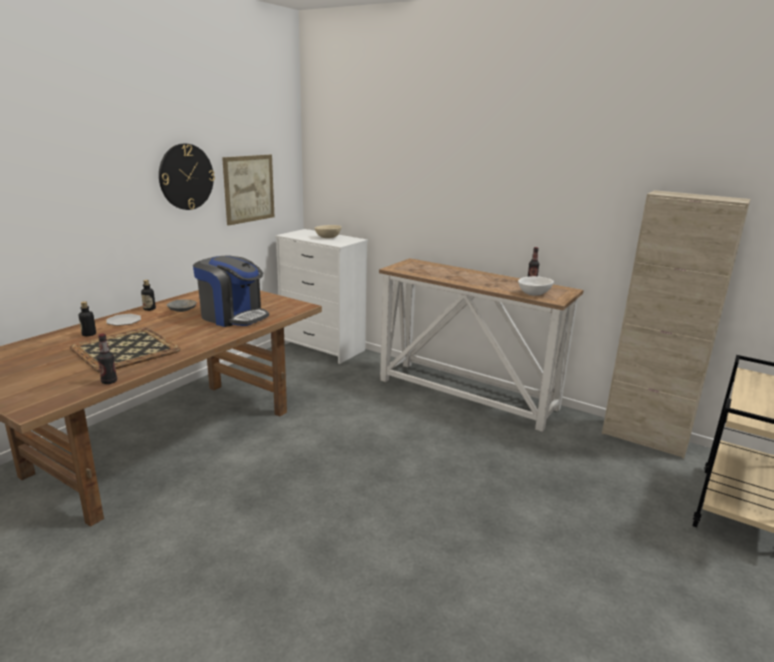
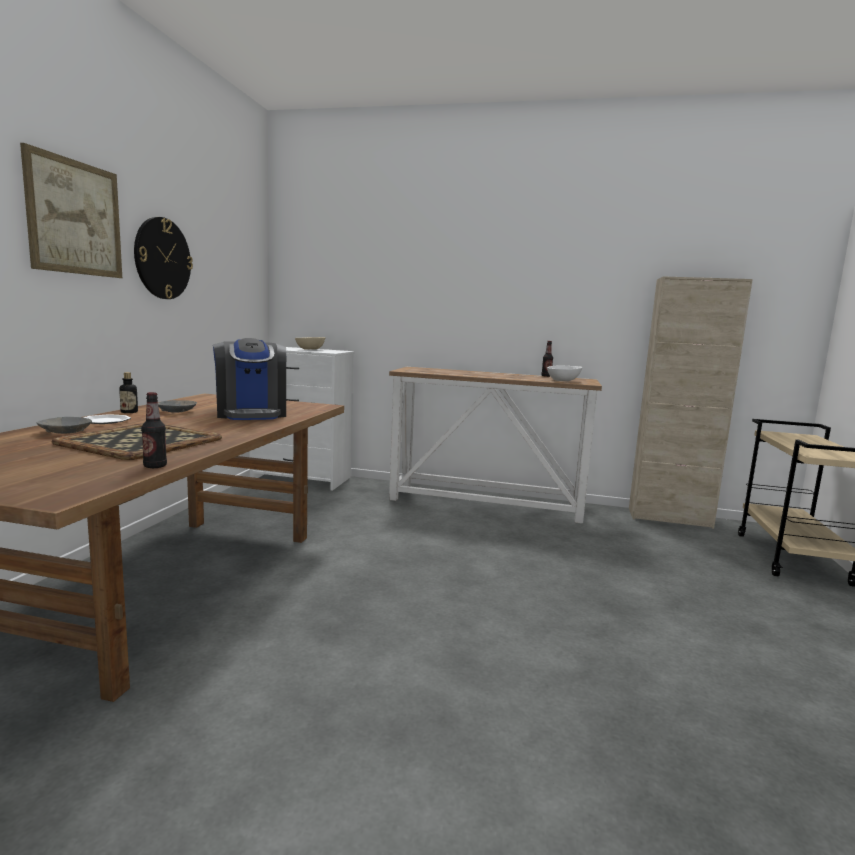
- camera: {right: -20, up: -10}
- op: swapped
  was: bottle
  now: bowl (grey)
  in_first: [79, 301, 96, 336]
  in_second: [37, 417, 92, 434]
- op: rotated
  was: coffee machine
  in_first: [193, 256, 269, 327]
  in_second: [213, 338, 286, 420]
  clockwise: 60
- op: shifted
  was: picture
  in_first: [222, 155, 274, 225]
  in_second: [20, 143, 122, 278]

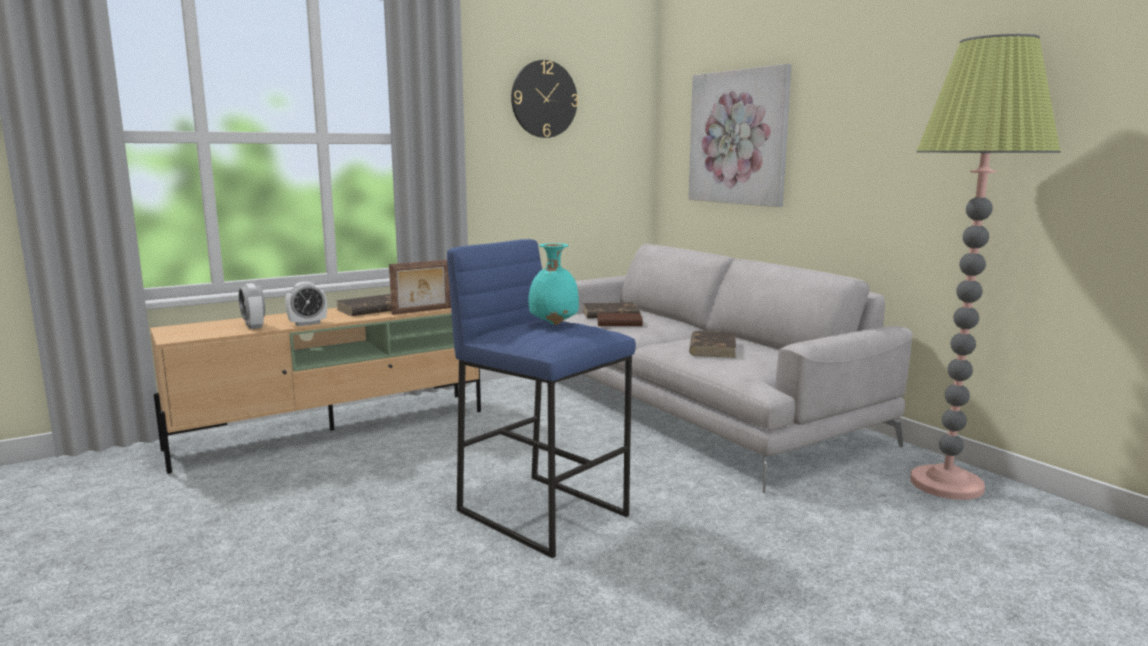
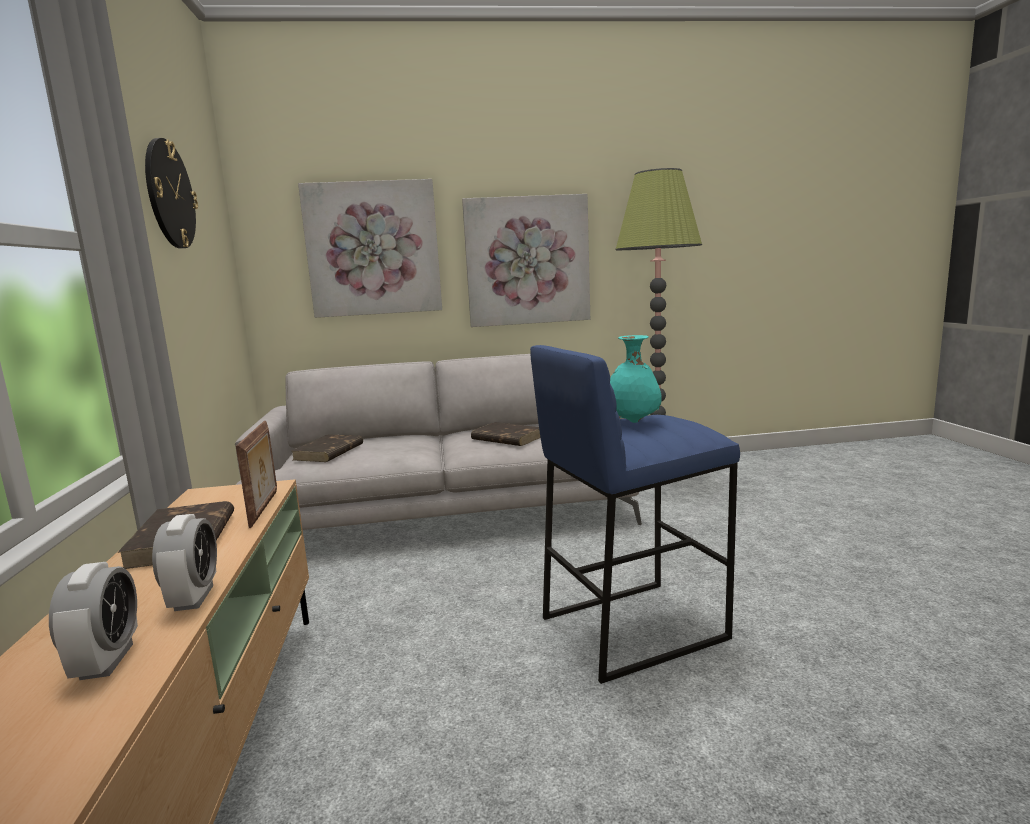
- camera: {right: -65, up: 0}
- op: rotated
  was: alarm clock
  in_first: [239, 283, 265, 329]
  in_second: [49, 562, 138, 680]
  clockwise: -90
- op: gone
  was: book (brown)
  in_first: [597, 313, 643, 326]
- op: new
  now: picture
  in_second: [462, 194, 590, 327]

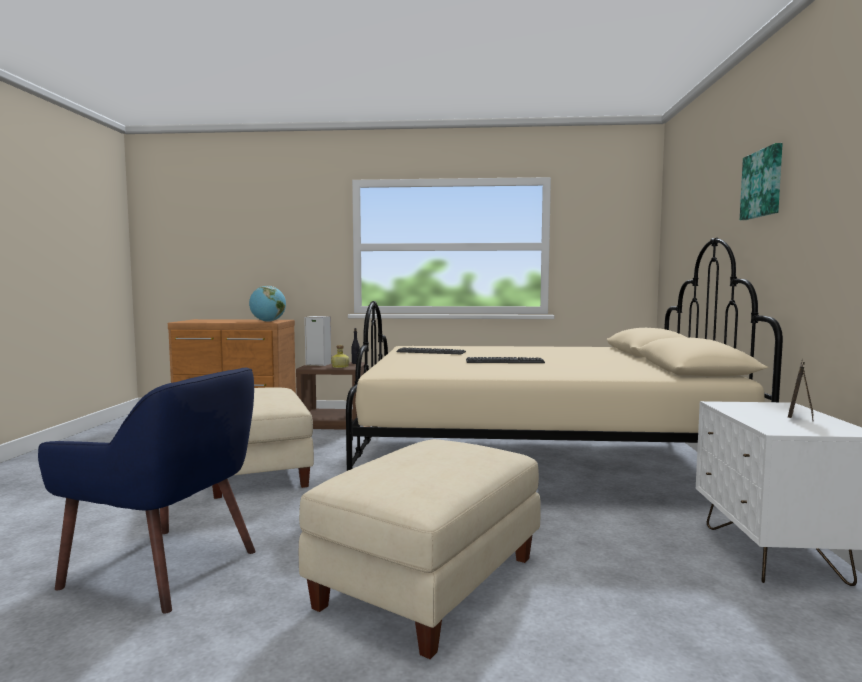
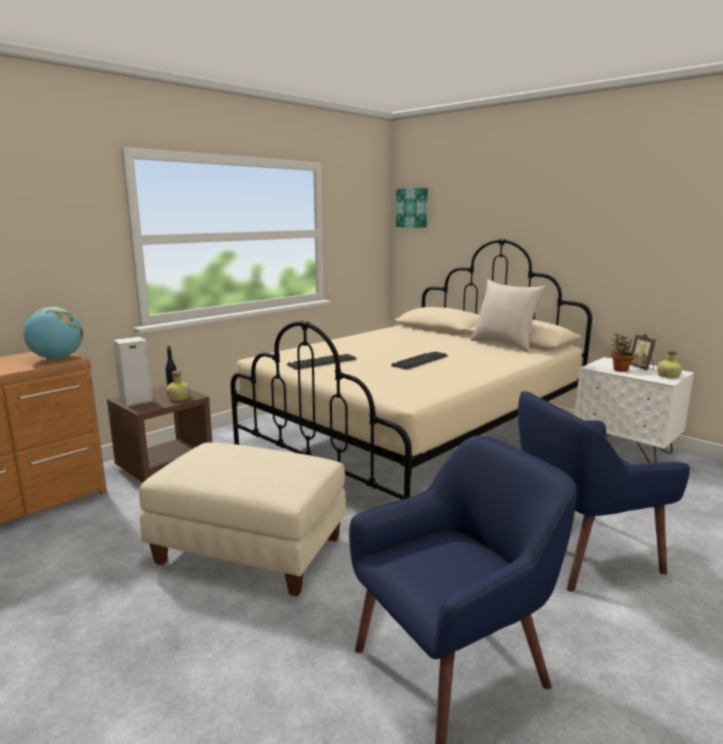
- camera: {right: -50, up: 10}
- op: swapped
  was: ottoman (beige)
  now: armchair (blue)
  in_first: [299, 439, 541, 659]
  in_second: [518, 391, 690, 592]
- op: shifted
  was: picture
  in_first: [740, 143, 783, 220]
  in_second: [396, 188, 428, 228]
- op: new
  now: pillow (beige)
  in_second: [471, 279, 546, 352]
- op: new
  now: potted plant
  in_second: [611, 333, 634, 372]
- op: new
  now: bottle
  in_second: [657, 349, 683, 378]

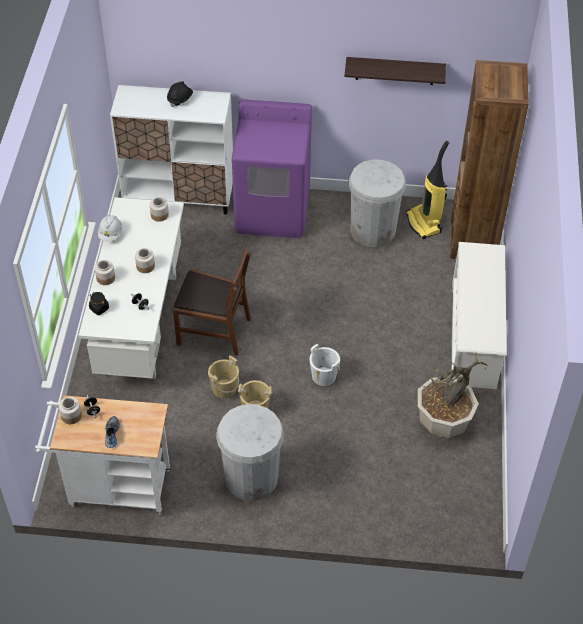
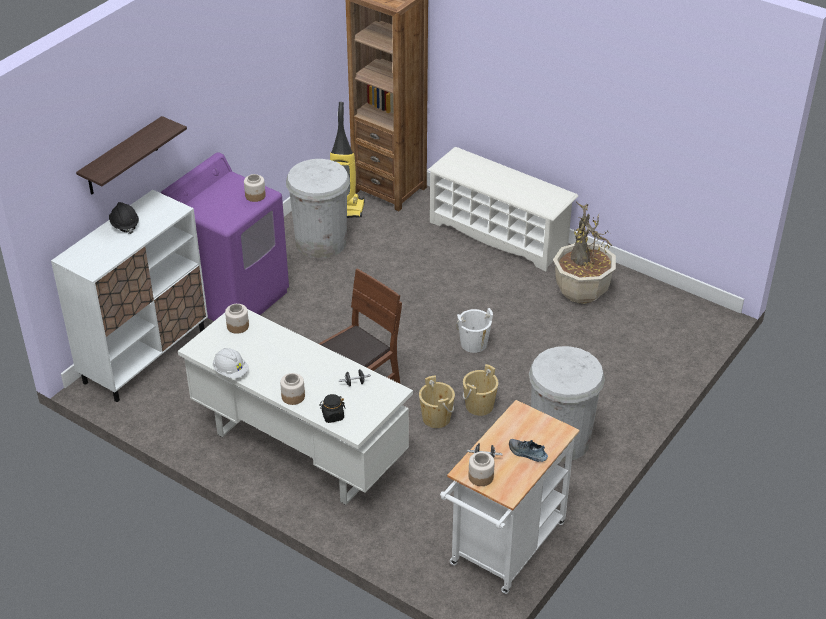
- camera: {right: -60, up: -10}
- op: shifted
  was: jar
  in_first: [135, 248, 155, 273]
  in_second: [244, 174, 266, 202]
- op: shifted
  was: shelf
  in_first: [344, 57, 446, 85]
  in_second: [76, 116, 187, 195]

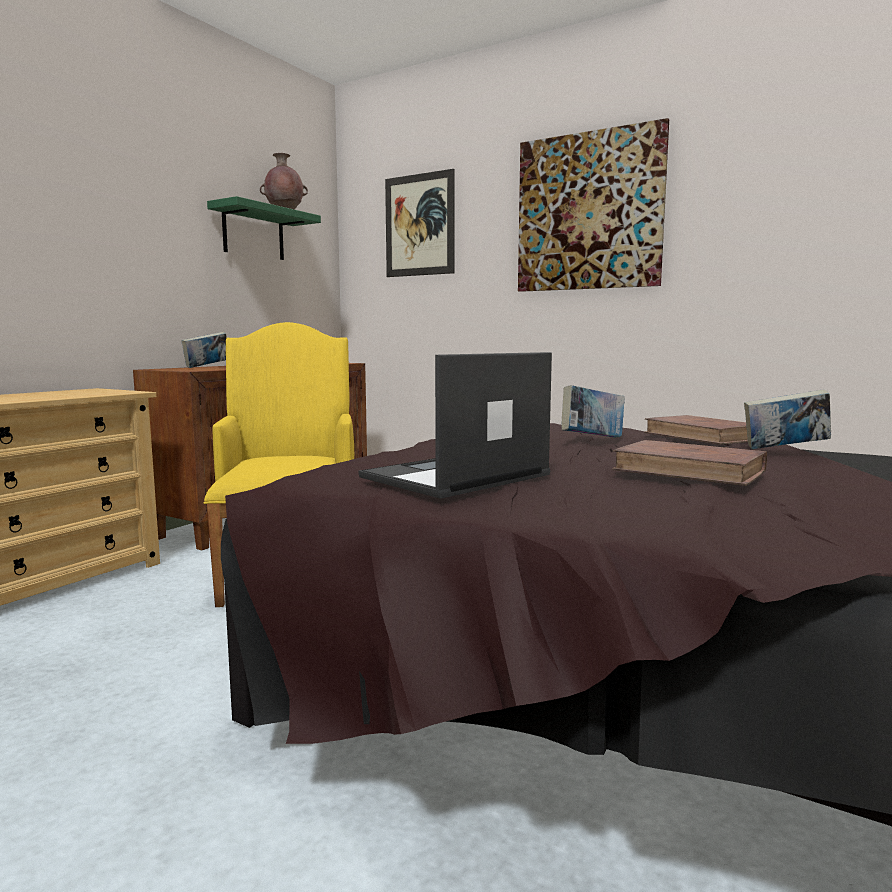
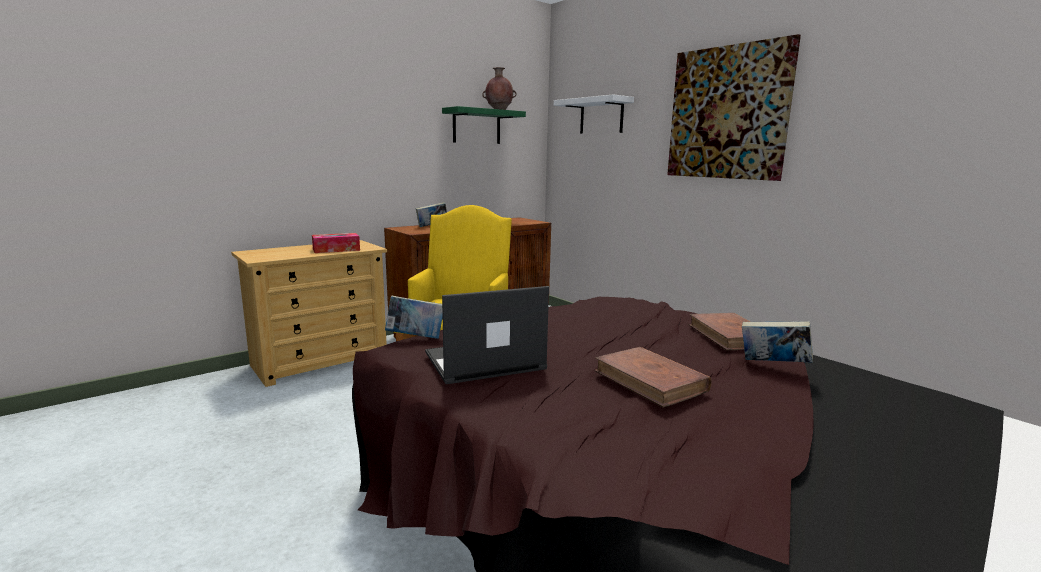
- camera: {right: 20, up: 5}
- op: swapped
  was: picture
  now: shelf (white)
  in_first: [385, 169, 455, 277]
  in_second: [554, 94, 634, 134]
- op: shifted
  was: book
  in_first: [561, 385, 625, 438]
  in_second: [385, 296, 443, 339]
- op: new
  now: tissue box
  in_second: [312, 233, 360, 253]

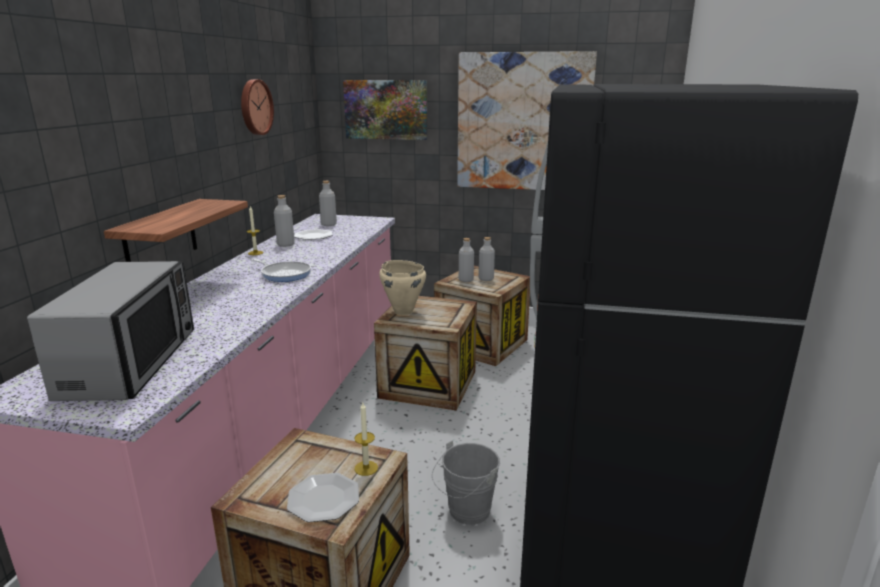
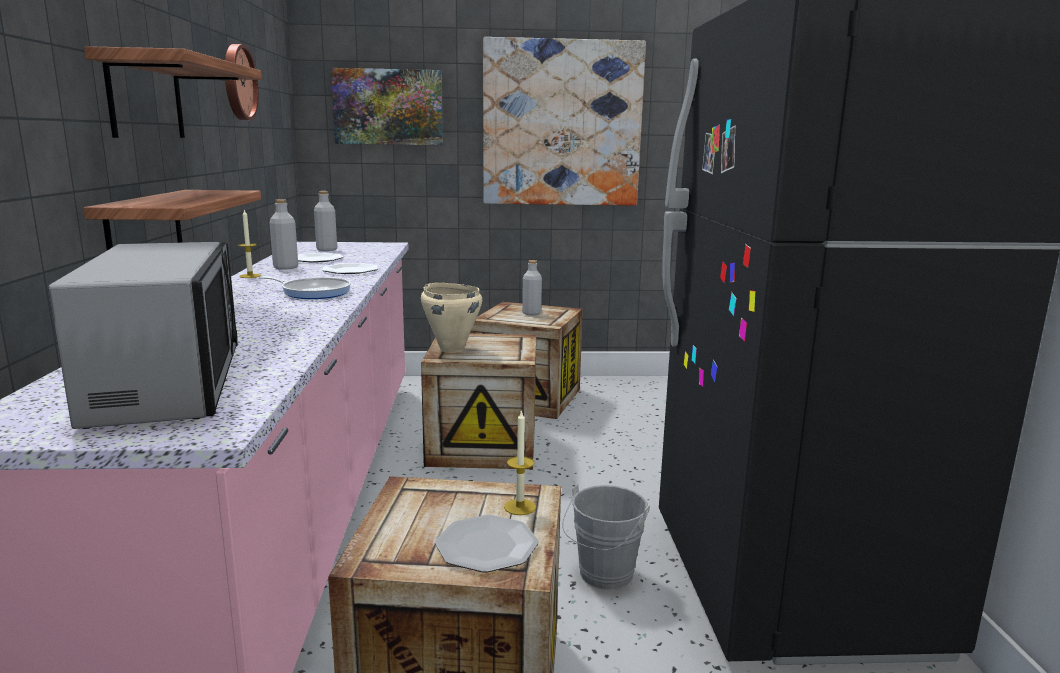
- camera: {right: -15, up: -5}
- op: gone
  was: bottle (grey)
  in_first: [459, 238, 474, 282]
- op: new
  now: shelf
  in_second: [84, 46, 261, 138]
- op: new
  now: plate
  in_second: [322, 263, 378, 274]

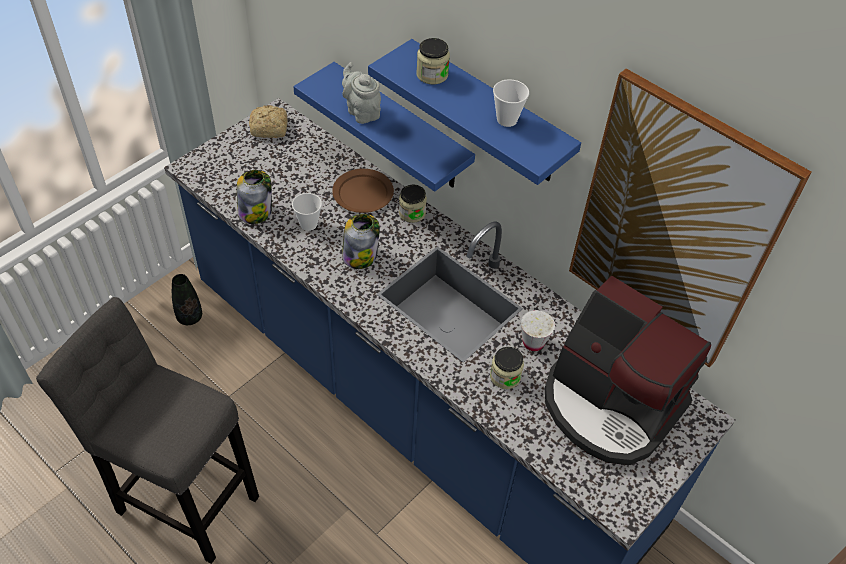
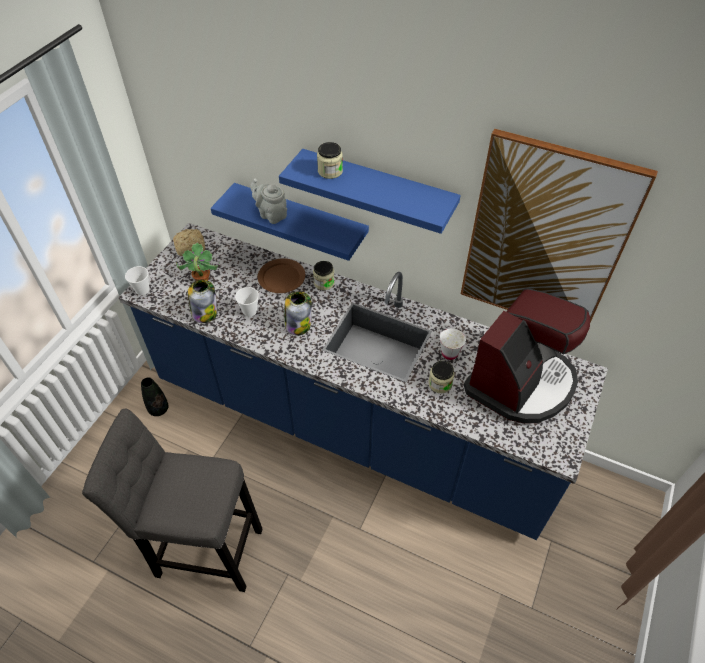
- camera: {right: -15, up: 0}
- op: shifted
  was: cup
  in_first: [493, 79, 529, 127]
  in_second: [125, 266, 149, 295]
- op: rotated
  was: coffee machine
  in_first: [545, 275, 711, 465]
  in_second: [464, 288, 590, 423]
  clockwise: -75
- op: new
  now: potted plant
  in_second: [176, 243, 220, 281]

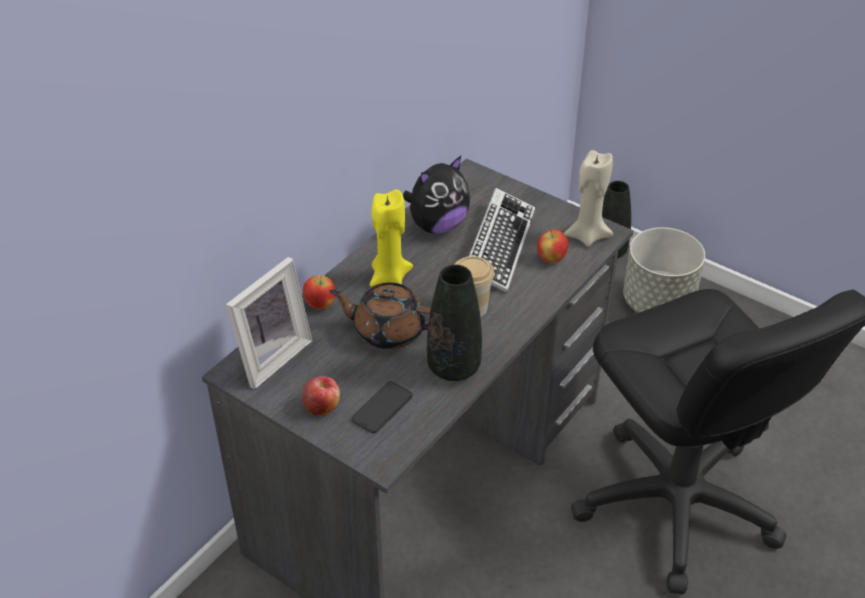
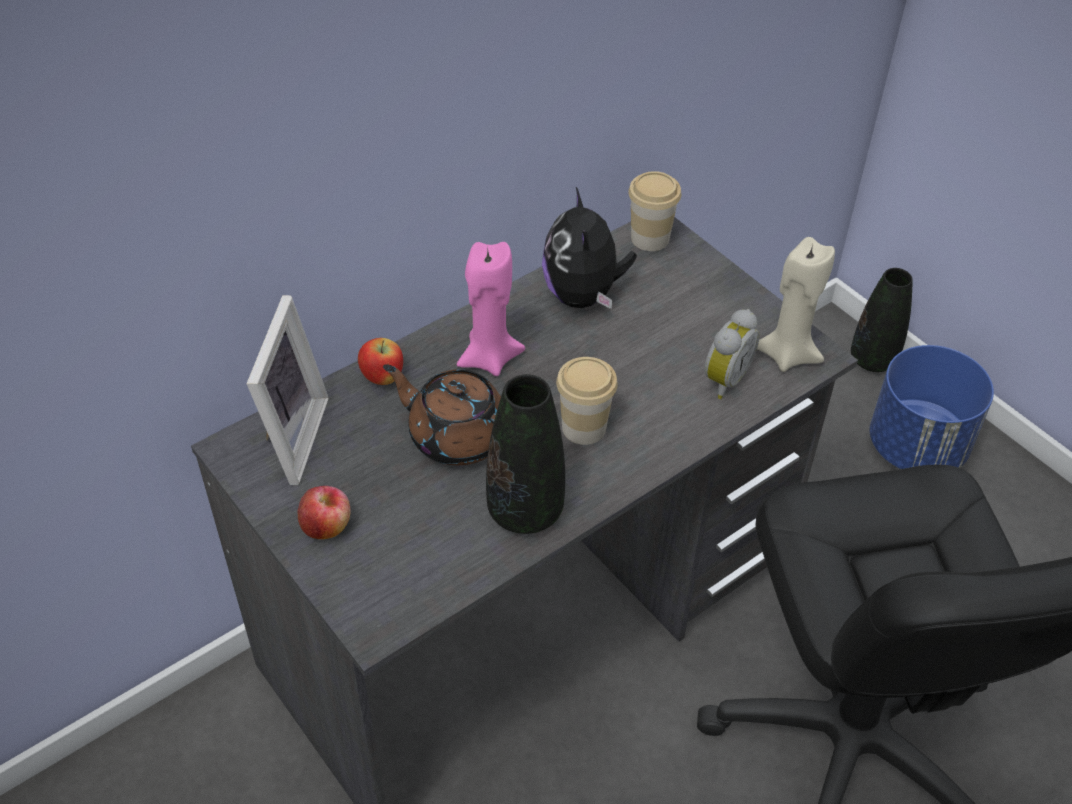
- camera: {right: 15, up: 5}
- op: rotated
  was: picture frame
  in_first: [226, 257, 312, 389]
  in_second: [247, 295, 329, 485]
  clockwise: -45
- op: gone
  was: phone
  in_first: [351, 381, 413, 433]
- op: repainted
  was: candle (yellow)
  now: candle (pink)
  in_first: [370, 189, 413, 287]
  in_second: [457, 242, 525, 376]
- op: rotated
  was: plush toy
  in_first: [403, 156, 470, 233]
  in_second: [542, 187, 637, 309]
  clockwise: 105
- op: gone
  was: keyboard
  in_first: [469, 188, 535, 293]
- op: swapped
  was: apple
  now: alarm clock
  in_first: [537, 229, 569, 263]
  in_second: [705, 309, 760, 399]
- op: repainted
  was: planter (grey)
  now: planter (blue)
  in_first: [623, 227, 705, 313]
  in_second: [869, 345, 994, 469]
- op: new
  now: cup
  in_second: [628, 171, 681, 251]

